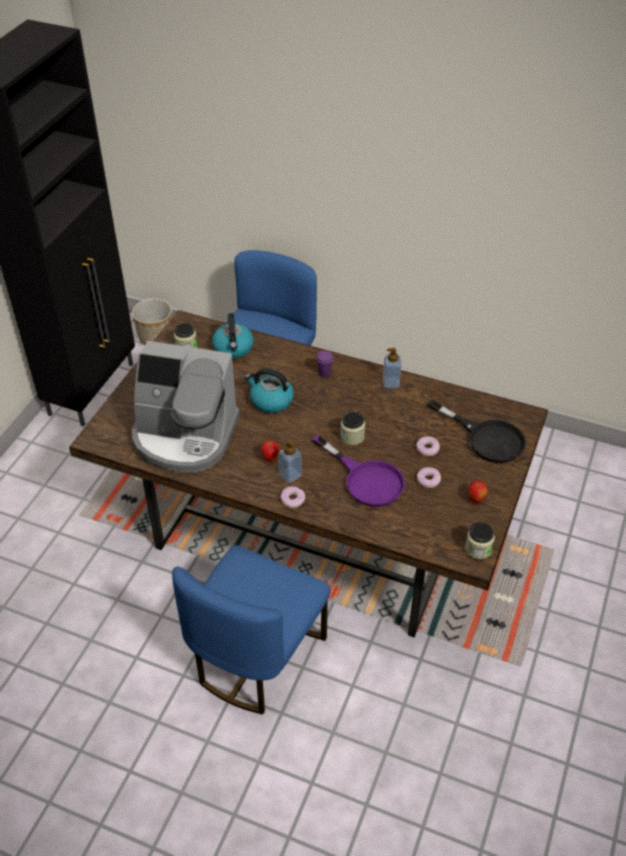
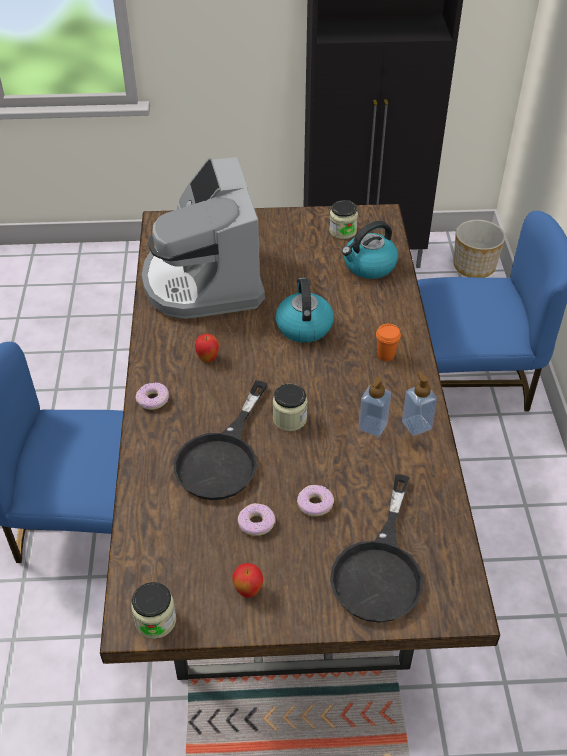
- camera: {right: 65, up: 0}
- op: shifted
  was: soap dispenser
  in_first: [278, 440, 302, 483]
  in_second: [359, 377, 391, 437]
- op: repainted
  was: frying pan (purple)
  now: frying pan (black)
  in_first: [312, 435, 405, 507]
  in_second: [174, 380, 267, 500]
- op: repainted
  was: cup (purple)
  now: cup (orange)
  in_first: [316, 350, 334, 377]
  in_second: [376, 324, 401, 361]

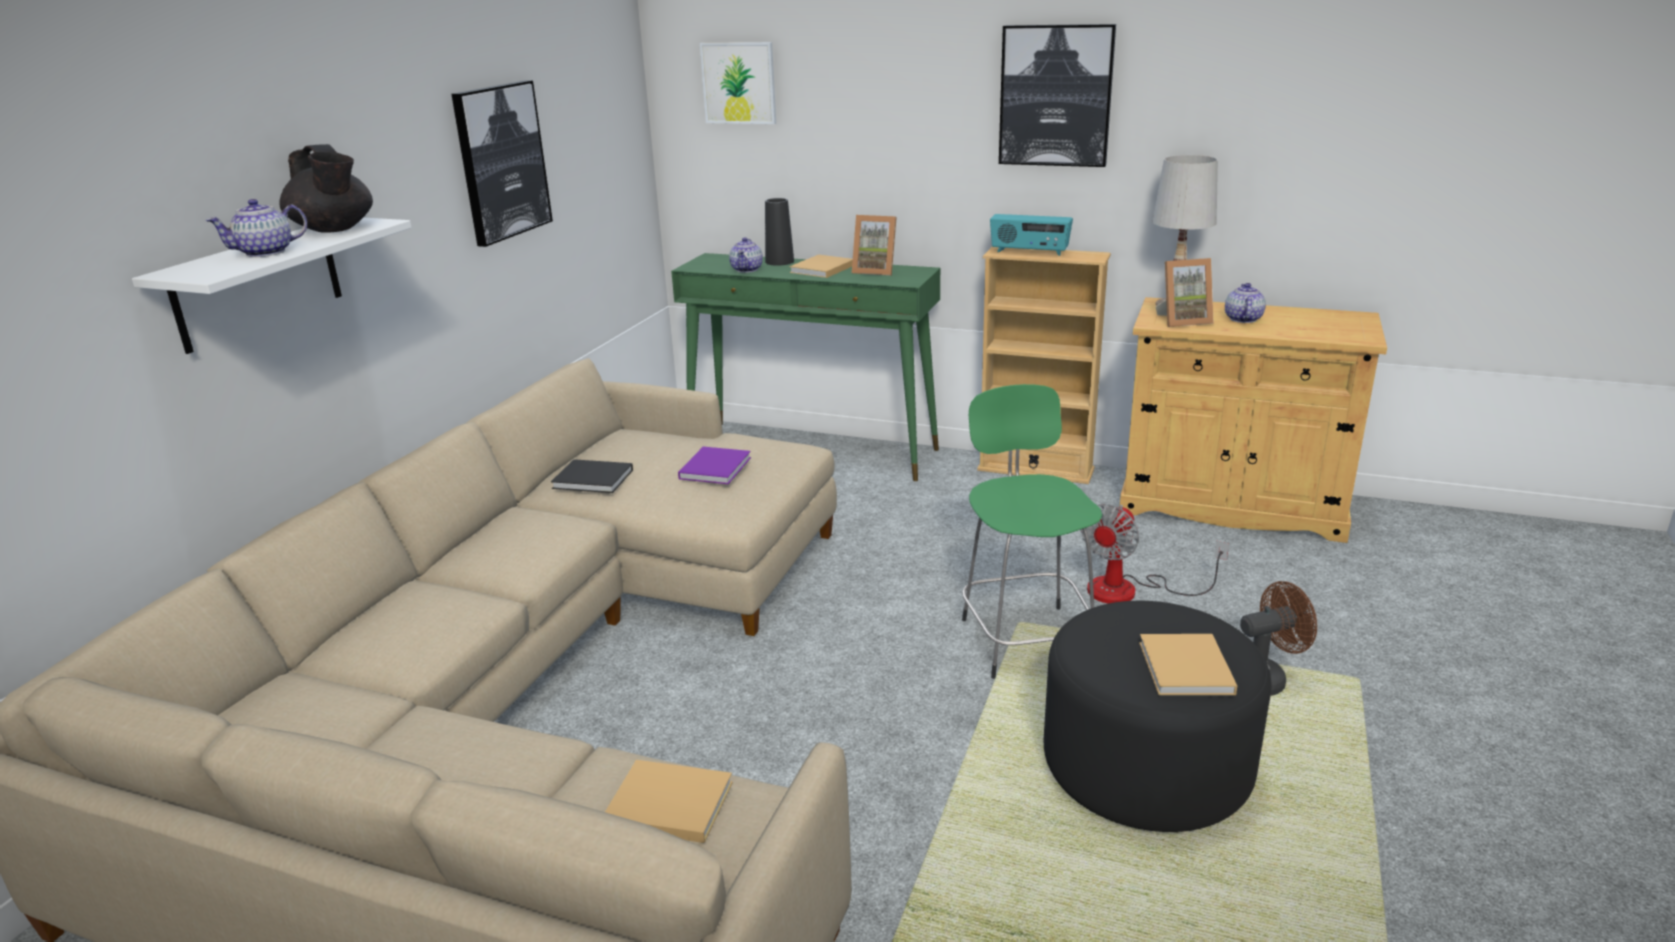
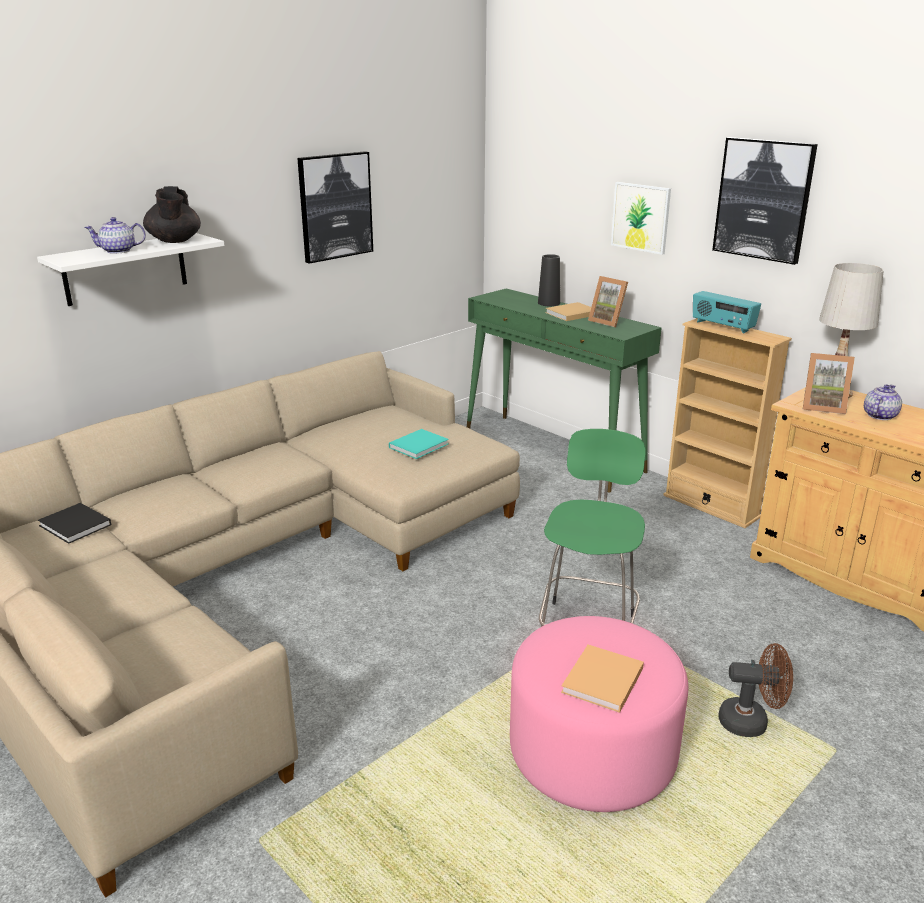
- camera: {right: 25, up: 0}
- op: shifted
  was: book (black)
  in_first: [551, 459, 633, 493]
  in_second: [38, 503, 111, 544]
- op: gone
  was: book (beige)
  in_first: [605, 760, 733, 843]
- op: repainted
  was: book (purple)
  now: book (turquoise)
  in_first: [678, 447, 751, 484]
  in_second: [389, 429, 449, 459]
- op: shifted
  was: picture
  in_first: [700, 42, 776, 124]
  in_second: [611, 182, 671, 255]
- op: gone
  was: teapot
  in_first: [729, 237, 763, 273]
- op: repainted
  was: ottoman (black)
  now: ottoman (pink)
  in_first: [1044, 601, 1271, 832]
  in_second: [510, 616, 688, 812]
- op: gone
  was: fan
  in_first: [1081, 504, 1229, 604]

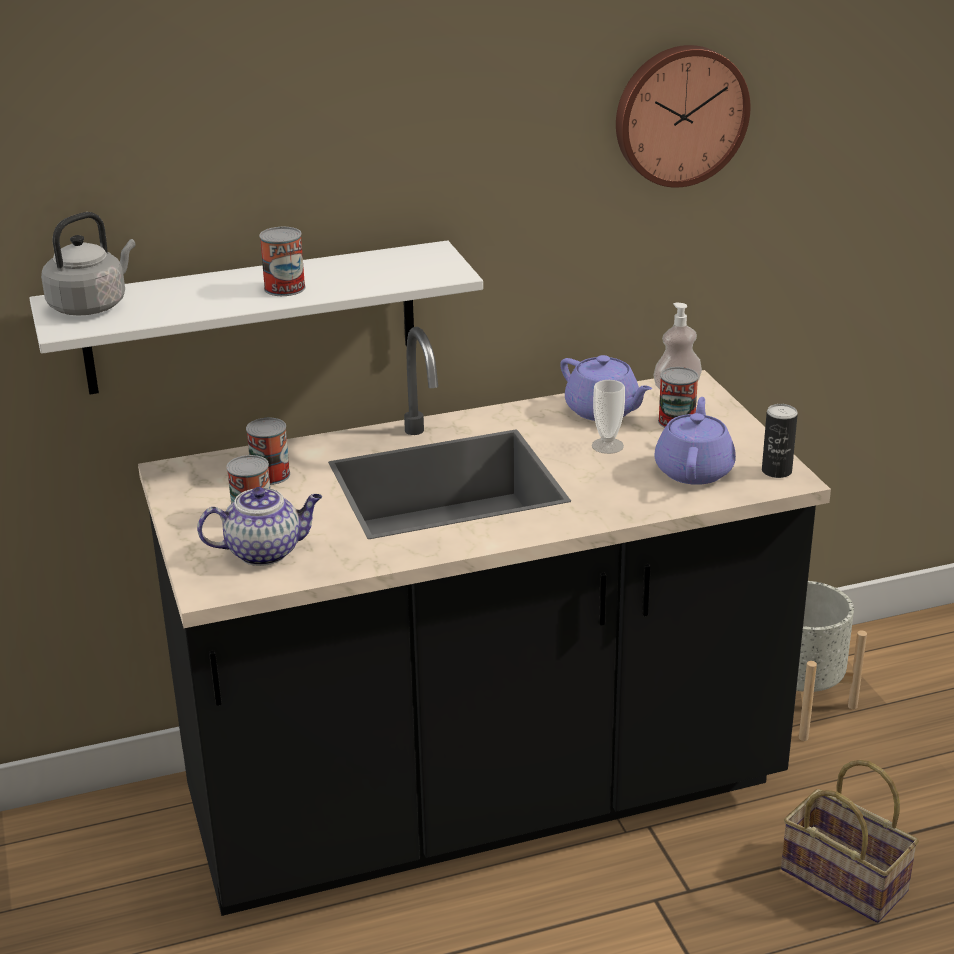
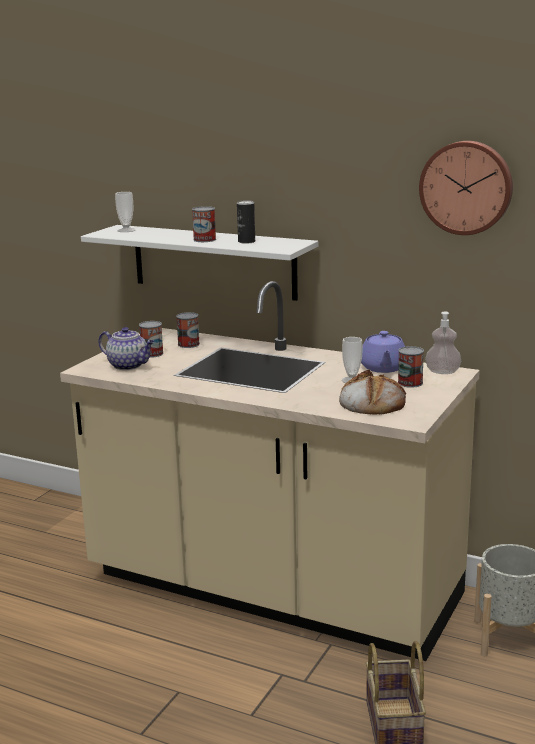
- camera: {right: 45, up: -10}
- op: swapped
  was: kettle (grey)
  now: cup
  in_first: [41, 212, 136, 316]
  in_second: [115, 192, 135, 232]
- op: repainted
  was: counter (black)
  now: counter (beige)
  in_first: [138, 327, 831, 916]
  in_second: [60, 281, 480, 661]
- op: swapped
  was: teapot (purple)
  now: bread
  in_first: [654, 397, 736, 485]
  in_second: [339, 369, 406, 415]
- op: shifted
  was: can
  in_first: [762, 404, 798, 478]
  in_second: [237, 200, 255, 244]

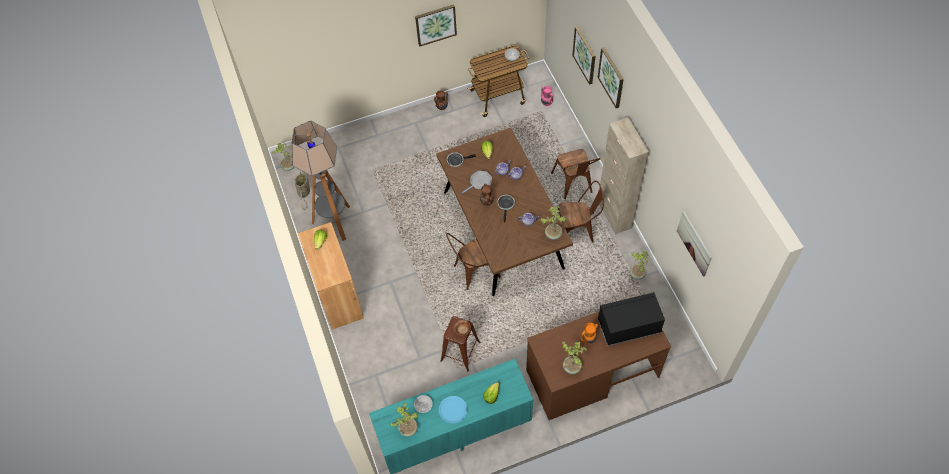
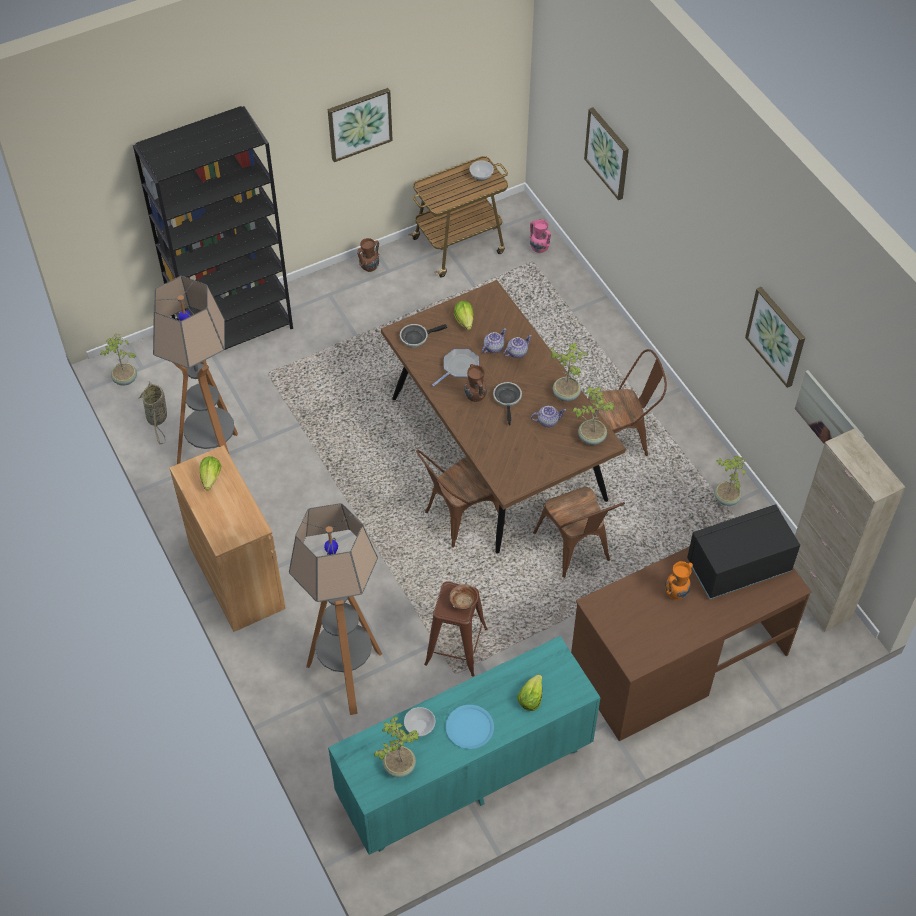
- camera: {right: -10, up: -5}
- op: shifted
  was: chair (brown)
  in_first: [551, 149, 600, 199]
  in_second: [533, 487, 625, 578]
- op: shifted
  was: potted plant
  in_first: [562, 341, 587, 374]
  in_second: [549, 343, 588, 401]
- op: shifted
  was: picture
  in_first: [598, 48, 624, 108]
  in_second: [745, 287, 805, 388]
- op: shifted
  was: cabinet (beige)
  in_first: [599, 117, 649, 234]
  in_second: [793, 428, 905, 632]
- op: new
  now: bookcase (black)
  in_second: [133, 106, 293, 350]
- op: new
  now: floor lamp
  in_second: [289, 503, 382, 715]

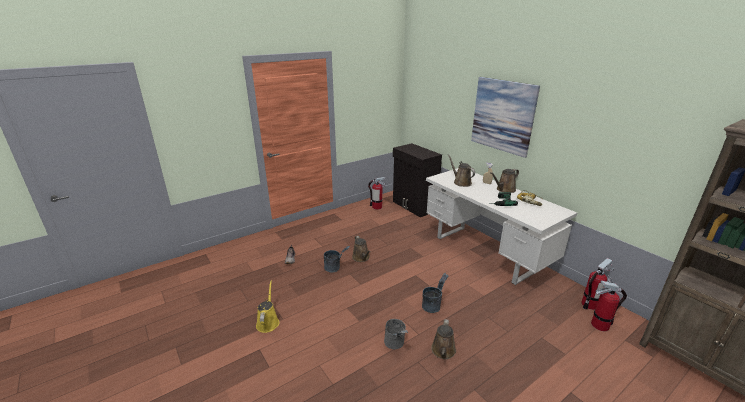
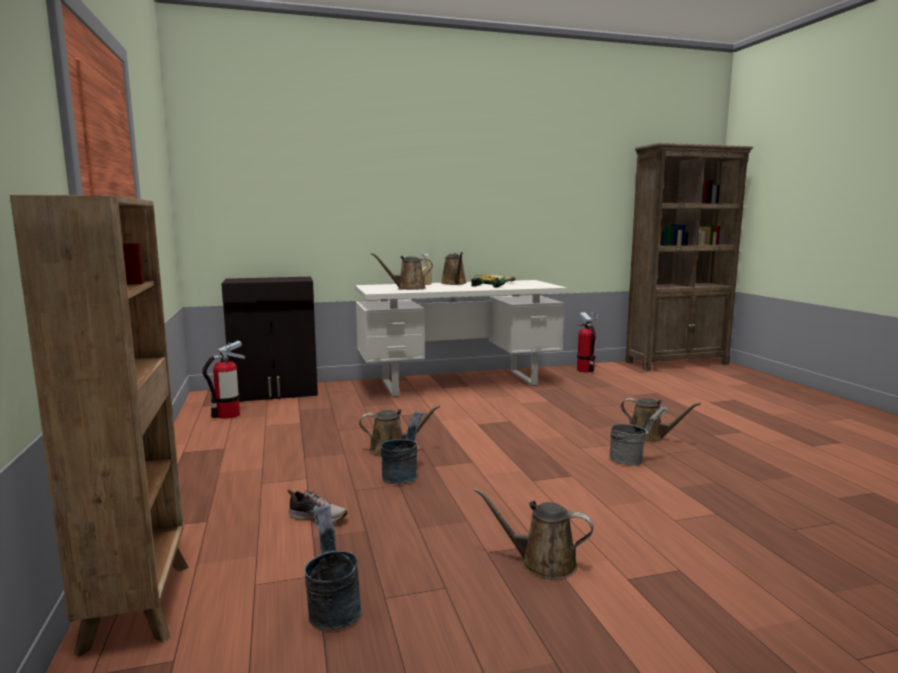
- camera: {right: -70, up: -15}
- op: repainted
  was: watering can (yellow)
  now: watering can (brown)
  in_first: [256, 281, 279, 333]
  in_second: [474, 488, 594, 579]
- op: shifted
  was: bucket (grey)
  in_first: [422, 273, 448, 313]
  in_second: [304, 505, 362, 630]
- op: gone
  was: picture
  in_first: [471, 77, 540, 158]
- op: gone
  was: fire extinguisher
  in_first: [591, 276, 627, 331]
- op: new
  now: bookcase (brown)
  in_second: [10, 195, 188, 657]

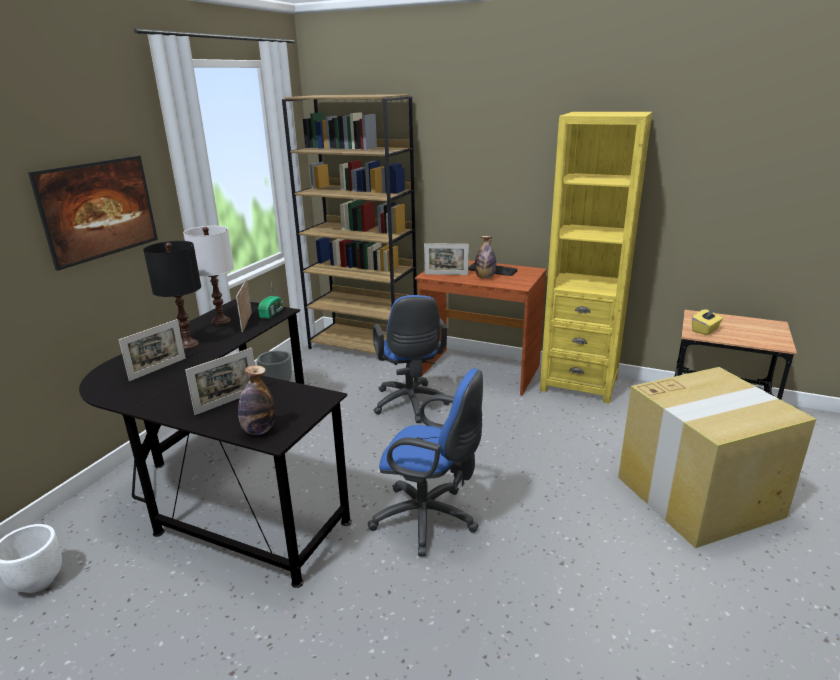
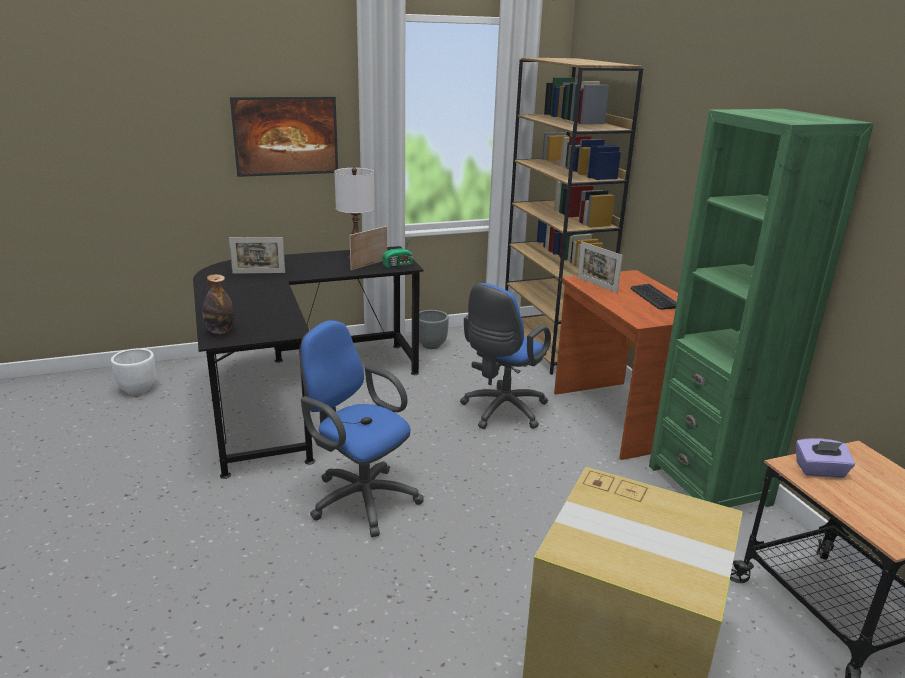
- camera: {right: 45, up: 0}
- op: gone
  was: table lamp (black)
  in_first: [143, 241, 201, 349]
- op: gone
  was: picture frame
  in_first: [185, 348, 255, 415]
- op: rotated
  was: office chair (blue)
  in_first: [368, 368, 483, 557]
  in_second: [300, 320, 424, 537]
  clockwise: 150
- op: gone
  was: bottle
  in_first: [475, 236, 496, 279]
- op: repainted
  was: bookcase (yellow)
  now: bookcase (green)
  in_first: [540, 112, 652, 404]
  in_second: [649, 109, 874, 507]
- op: repainted
  was: tissue box (yellow)
  now: tissue box (purple)
  in_first: [692, 308, 723, 335]
  in_second: [796, 438, 855, 478]

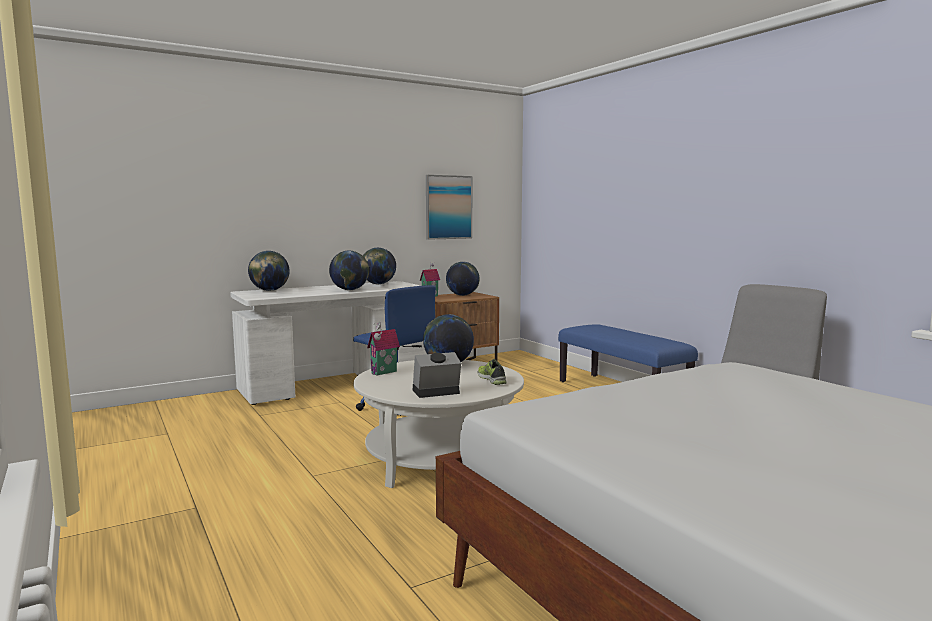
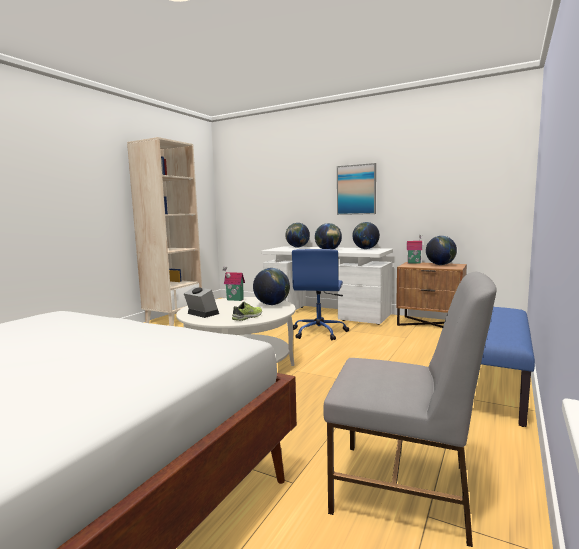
- camera: {right: 60, up: 0}
- op: shifted
  was: picture
  in_first: [426, 175, 472, 240]
  in_second: [337, 163, 376, 215]
- op: new
  now: bookcase (beige)
  in_second: [127, 137, 202, 326]

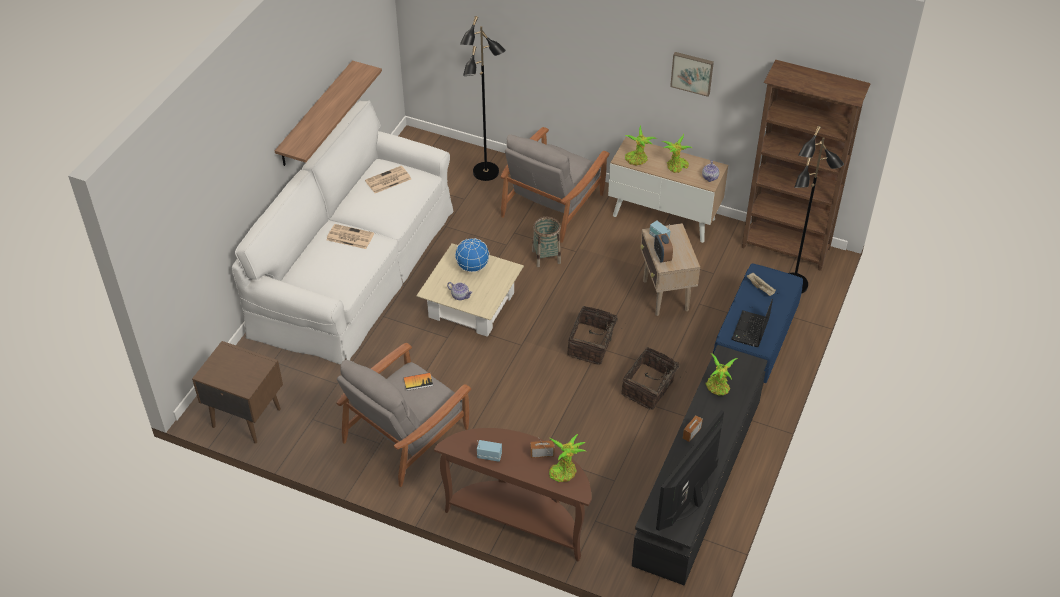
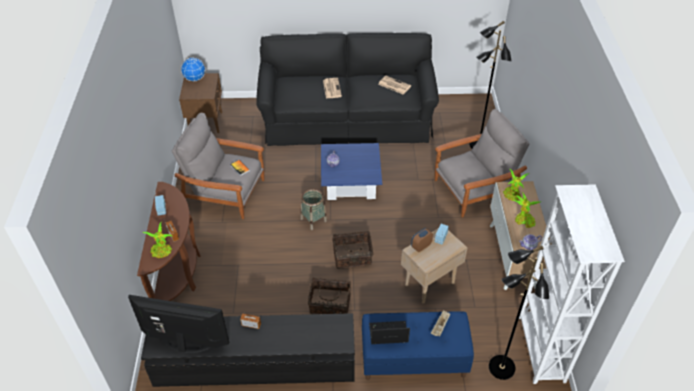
- camera: {right: 65, up: 0}
- op: repainted
  was: sofa (white)
  now: sofa (black)
  in_first: [232, 100, 454, 365]
  in_second: [256, 33, 439, 146]
- op: gone
  was: shelf
  in_first: [275, 61, 382, 166]
- op: repainted
  was: coffee table (beige)
  now: coffee table (blue)
  in_first: [416, 243, 524, 337]
  in_second: [321, 143, 382, 200]
- op: shifted
  was: globe
  in_first: [455, 238, 490, 272]
  in_second: [181, 57, 205, 81]
- op: rotated
  was: armchair (grey)
  in_first: [500, 127, 610, 243]
  in_second: [435, 109, 529, 218]
  clockwise: 150
- op: shifted
  was: basket
  in_first: [532, 217, 561, 267]
  in_second: [301, 189, 327, 230]
- op: gone
  was: picture
  in_first: [670, 52, 714, 97]
- op: gone
  was: potted plant
  in_first: [706, 353, 738, 395]
- op: repainted
  was: bookcase (brown)
  now: bookcase (white)
  in_first: [742, 60, 871, 271]
  in_second: [519, 184, 625, 384]

